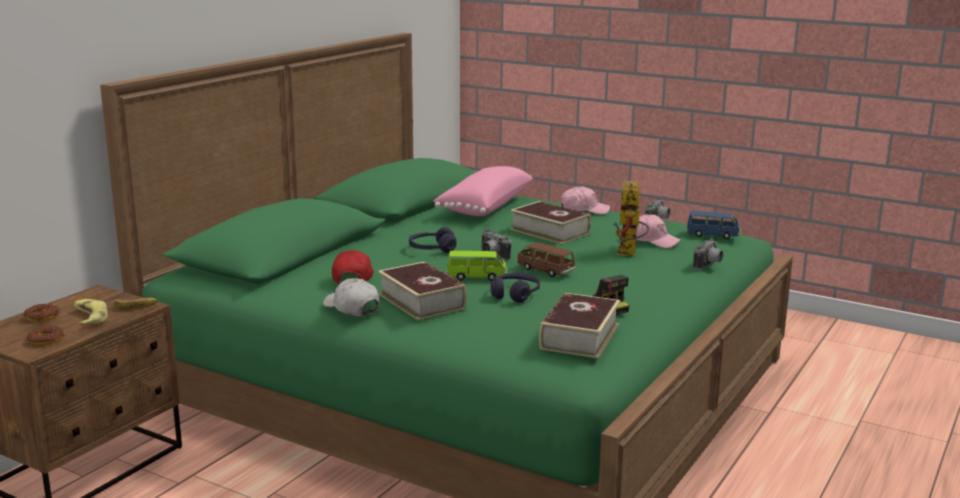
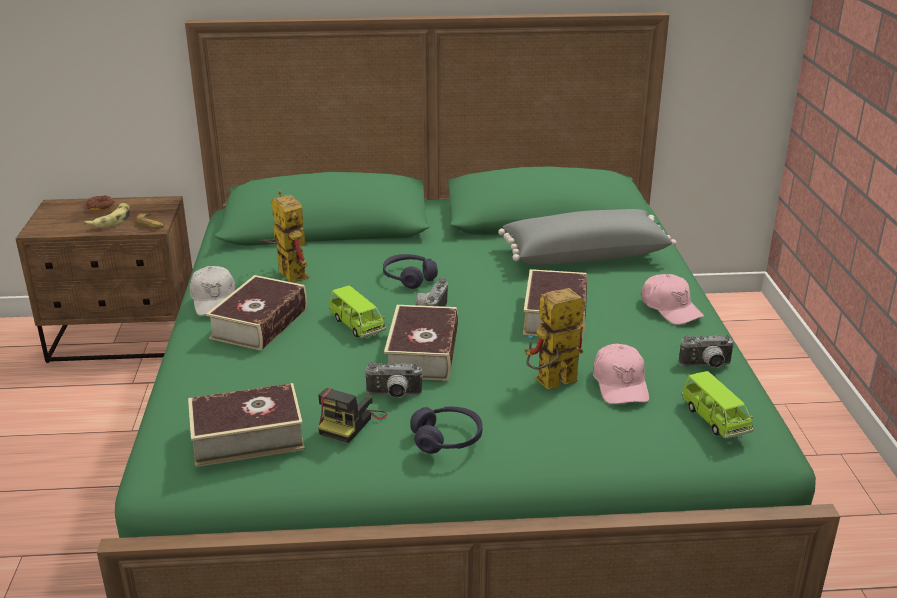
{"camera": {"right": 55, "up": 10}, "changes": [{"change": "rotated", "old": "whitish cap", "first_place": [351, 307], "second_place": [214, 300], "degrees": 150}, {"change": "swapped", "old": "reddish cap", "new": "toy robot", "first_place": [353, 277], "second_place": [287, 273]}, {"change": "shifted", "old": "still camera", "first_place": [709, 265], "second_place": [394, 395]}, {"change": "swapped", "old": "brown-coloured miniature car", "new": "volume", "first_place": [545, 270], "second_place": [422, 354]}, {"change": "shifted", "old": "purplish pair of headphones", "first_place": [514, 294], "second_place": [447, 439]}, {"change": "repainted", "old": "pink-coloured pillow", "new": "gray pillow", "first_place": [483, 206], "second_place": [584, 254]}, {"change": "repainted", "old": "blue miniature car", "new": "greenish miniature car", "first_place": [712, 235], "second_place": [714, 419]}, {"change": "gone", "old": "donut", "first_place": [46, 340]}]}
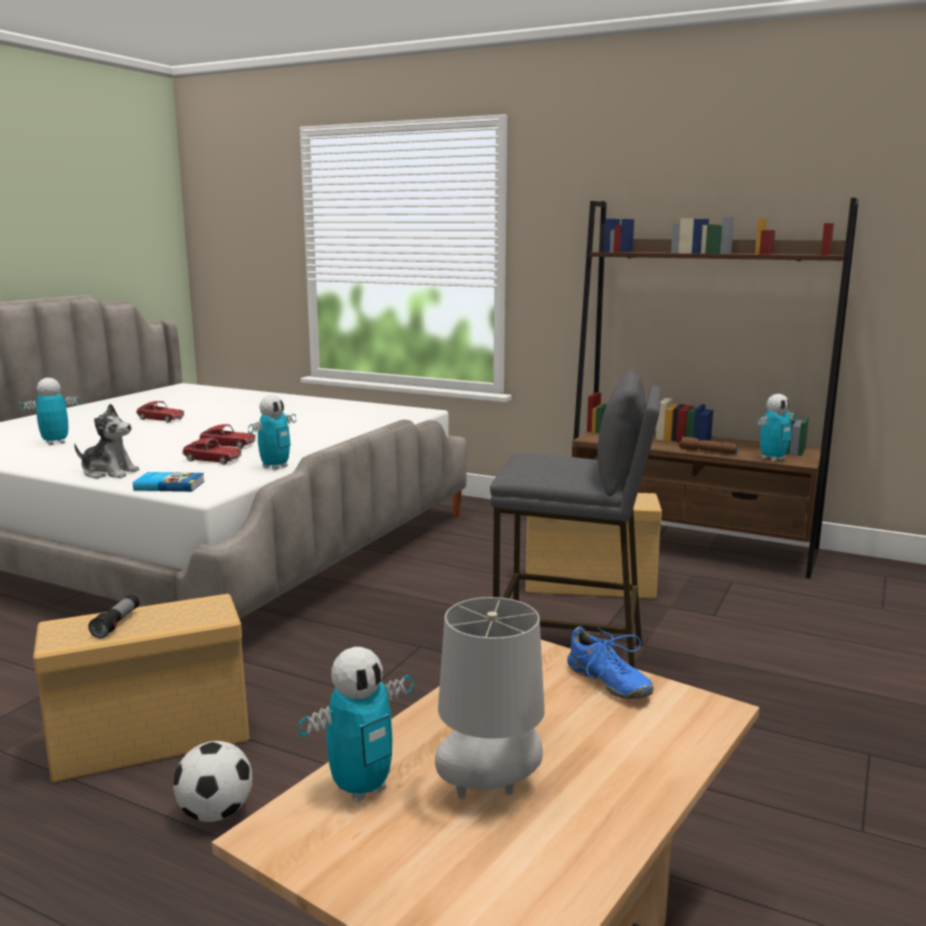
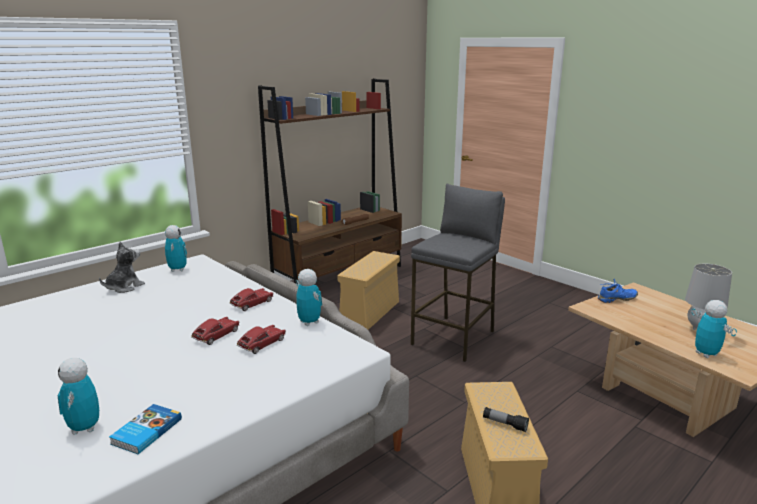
{"camera": {"right": -70, "up": 5}, "changes": [{"change": "shifted", "old": "soft toy", "first_place": [109, 473], "second_place": [124, 287]}, {"change": "shifted", "old": "volume", "first_place": [169, 485], "second_place": [145, 431]}, {"change": "shifted", "old": "toy robot", "first_place": [772, 459], "second_place": [178, 269]}, {"change": "shifted", "old": "miniature car", "first_place": [161, 419], "second_place": [252, 304]}, {"change": "gone", "old": "ball for football", "first_place": [216, 813]}]}
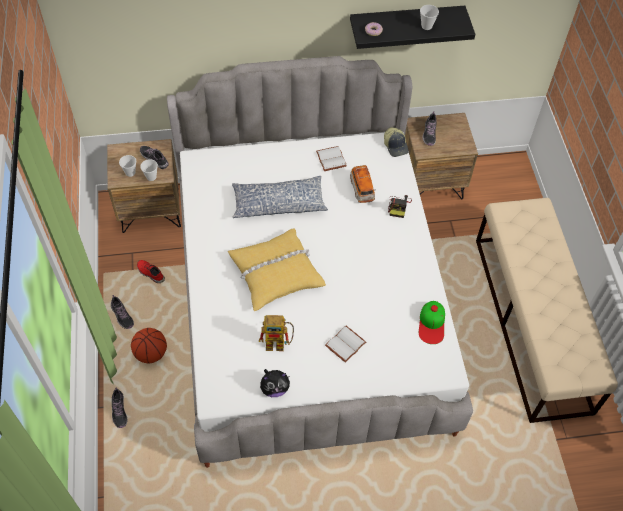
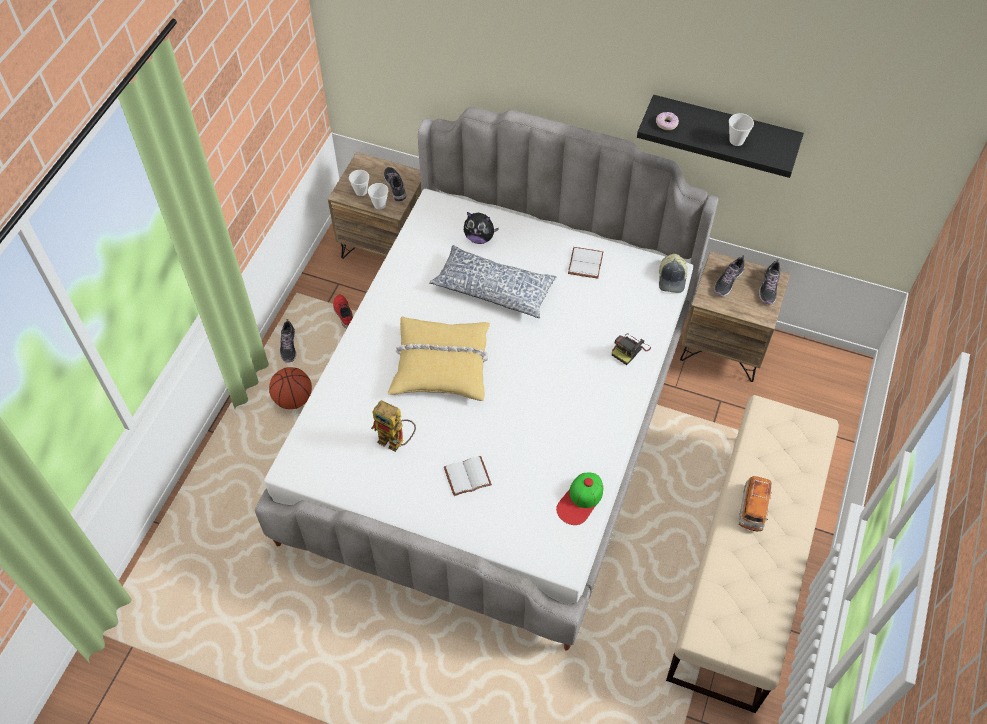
{"camera": {"right": 30, "up": 0}, "changes": [{"change": "shifted", "old": "soft toy", "first_place": [275, 388], "second_place": [479, 238]}, {"change": "shifted", "old": "miniature car", "first_place": [362, 189], "second_place": [753, 508]}, {"change": "shifted", "old": "shoe", "first_place": [119, 410], "second_place": [769, 287]}]}
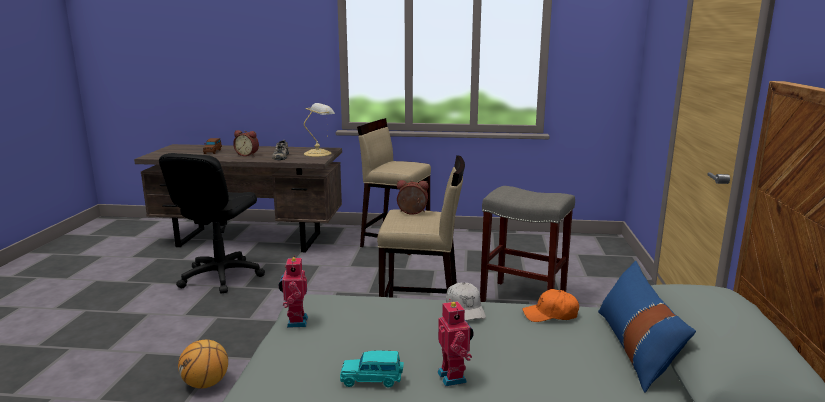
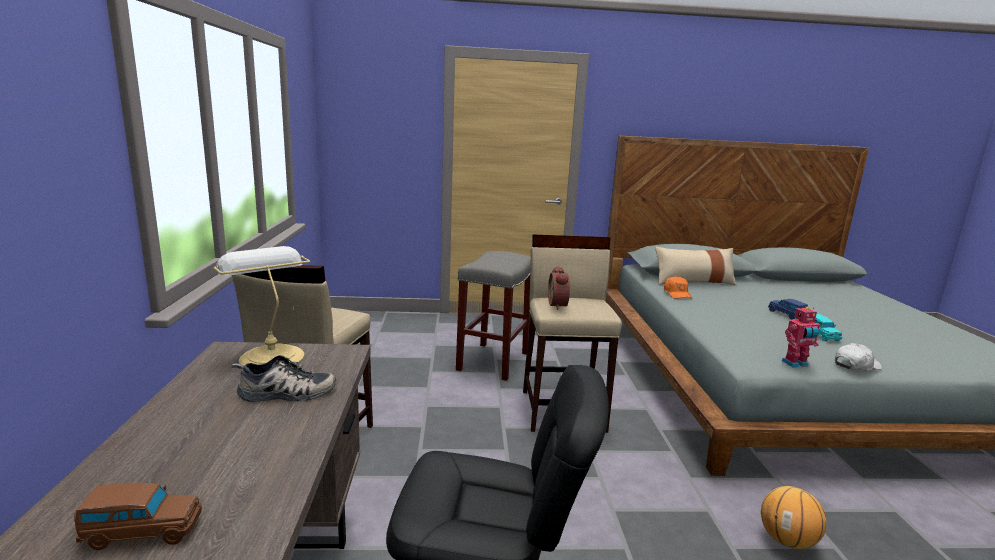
{"camera": {"right": -100, "up": 0}, "changes": [{"change": "repainted", "old": "blue pillow", "new": "beige pillow", "first_place": [636, 348], "second_place": [693, 282]}, {"change": "swapped", "old": "toy robot", "new": "blue miniature car", "first_place": [454, 377], "second_place": [786, 315]}, {"change": "shifted", "old": "whitish cap", "first_place": [465, 309], "second_place": [856, 365]}, {"change": "gone", "old": "alarm clock", "first_place": [247, 155]}]}
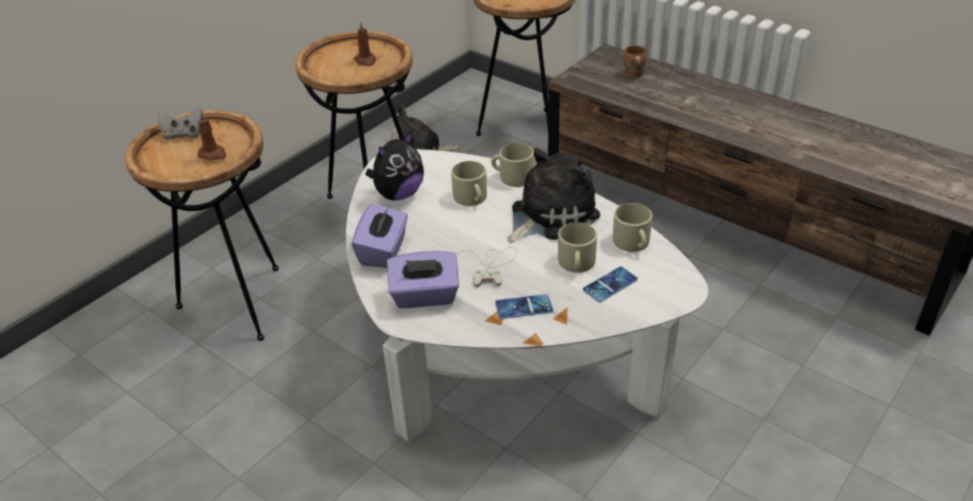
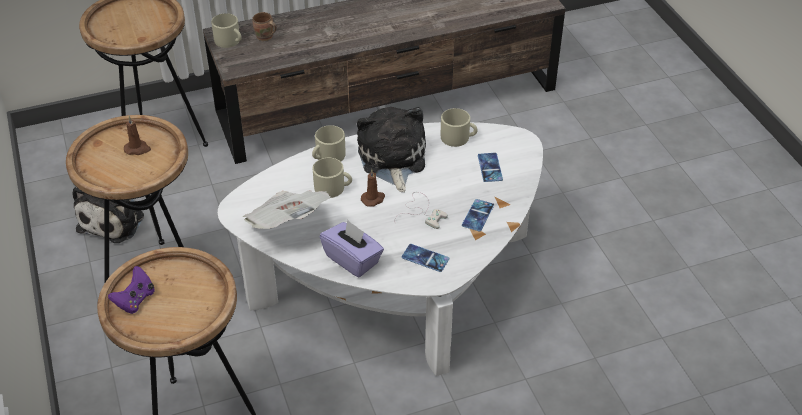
{"camera": {"right": -60, "up": 5}, "changes": [{"change": "repainted", "old": "gray joypad", "new": "purplish joypad", "first_place": [184, 134], "second_place": [135, 300]}, {"change": "shifted", "old": "beige mug", "first_place": [576, 263], "second_place": [229, 41]}, {"change": "swapped", "old": "soft toy", "new": "daily paper", "first_place": [398, 194], "second_place": [287, 224]}, {"change": "shifted", "old": "brown-coloured wax candle", "first_place": [213, 154], "second_place": [373, 199]}, {"change": "swapped", "old": "purplish tissue box", "new": "telephone", "first_place": [425, 296], "second_place": [425, 258]}]}
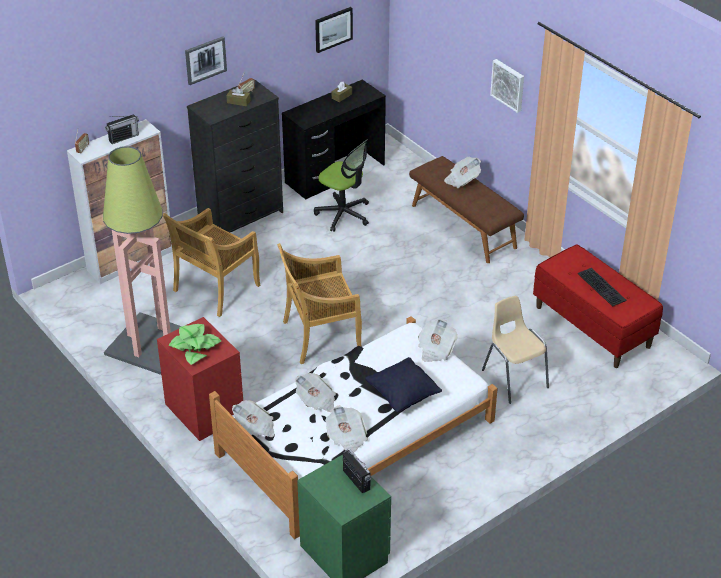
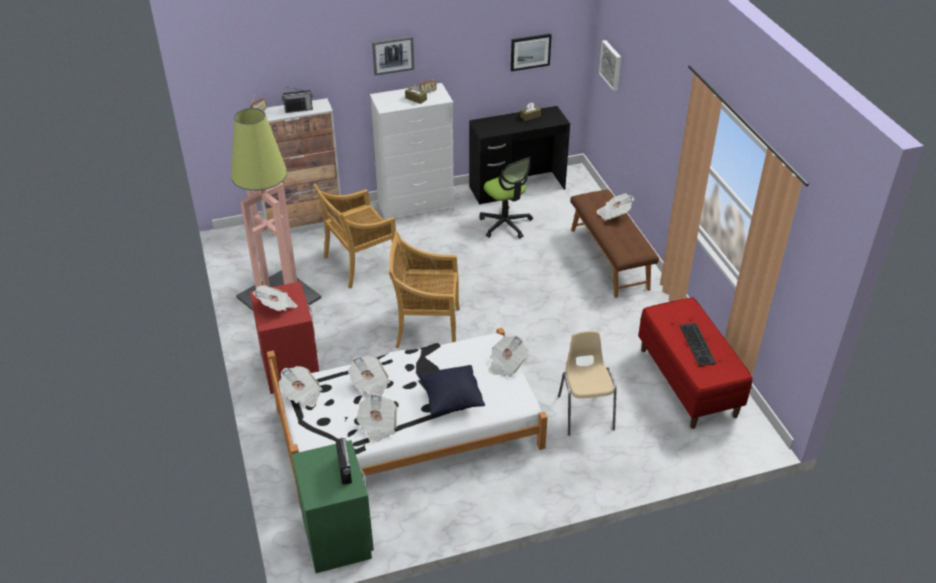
{"camera": {"right": 20, "up": 0}, "changes": [{"change": "swapped", "old": "potted plant", "new": "daily paper", "first_place": [195, 347], "second_place": [277, 306]}, {"change": "repainted", "old": "black-coloured chest of drawers", "new": "whitish chest of drawers", "first_place": [241, 216], "second_place": [416, 207]}, {"change": "shifted", "old": "picture", "first_place": [508, 85], "second_place": [611, 65]}]}
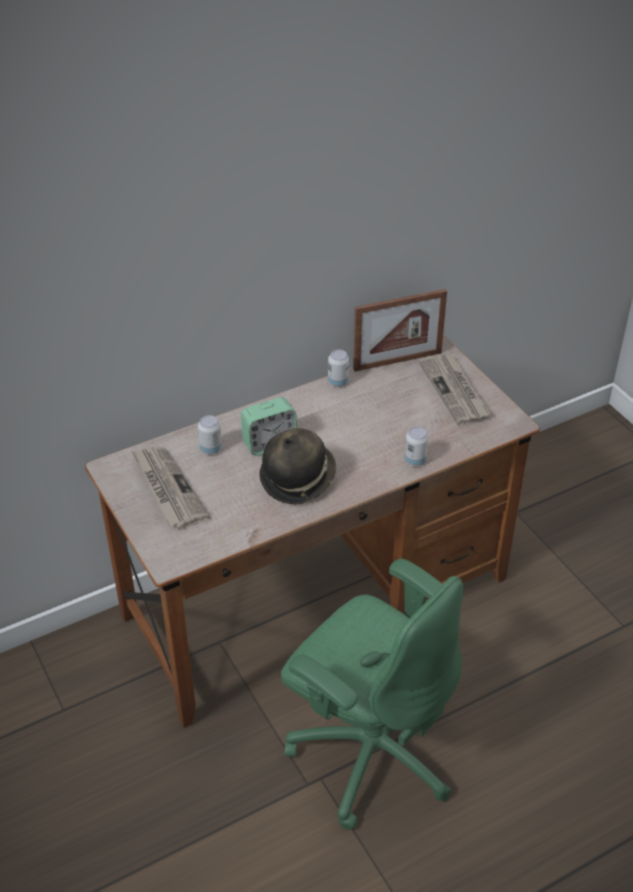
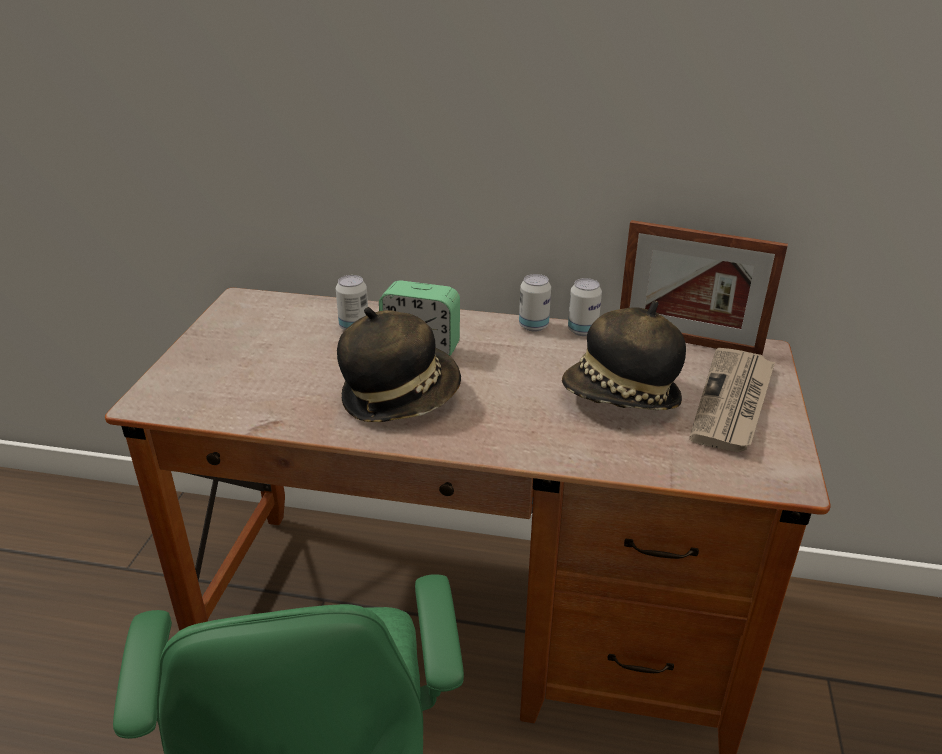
{"camera": {"right": 40, "up": -10}, "changes": [{"change": "shifted", "old": "sealed can", "first_place": [415, 460], "second_place": [533, 326]}, {"change": "new", "new": "clothing hat", "second_place": [621, 398]}, {"change": "gone", "old": "daily paper", "first_place": [167, 489]}]}
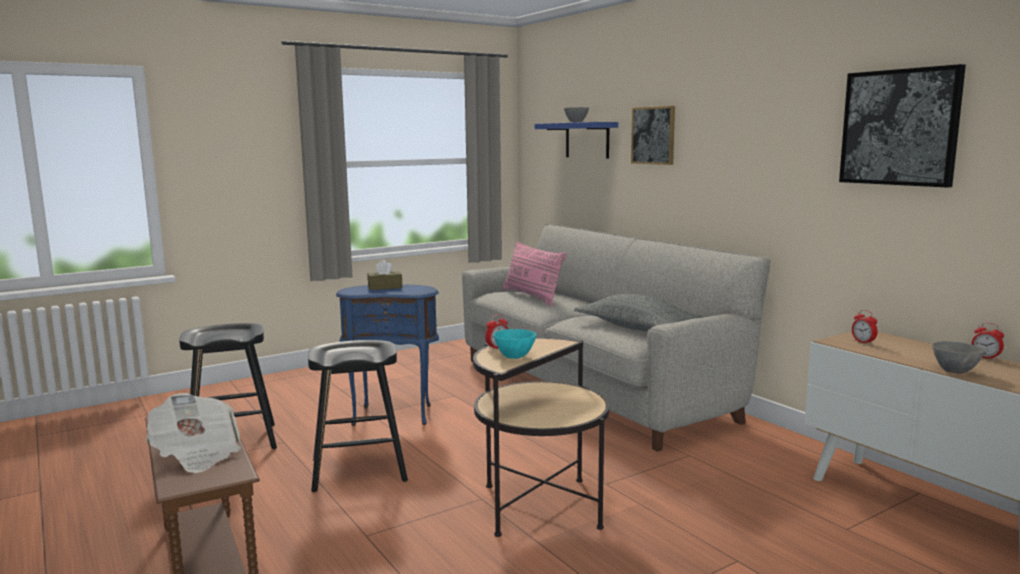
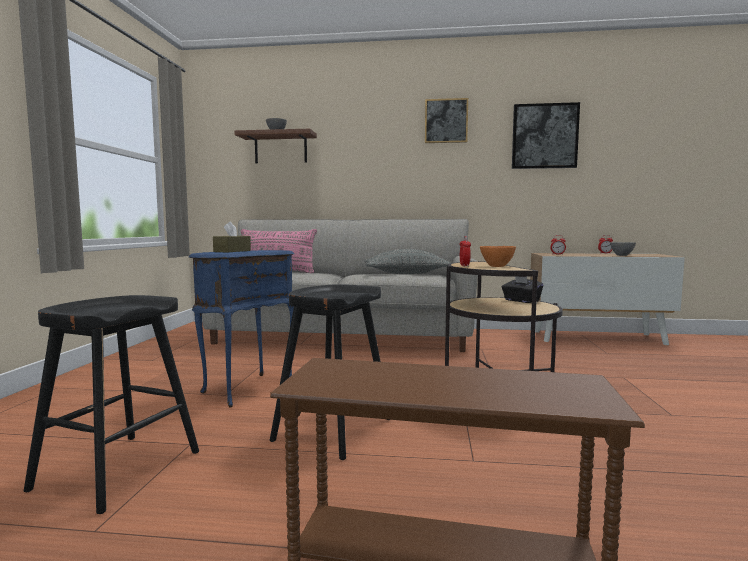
{"camera": {"right": -50, "up": -5}, "changes": [{"change": "repainted", "old": "blue wall shelf", "new": "brown-coloured wall shelf", "first_place": [587, 140], "second_place": [280, 148]}, {"change": "shifted", "old": "picture", "first_place": [653, 135], "second_place": [446, 121]}, {"change": "repainted", "old": "turquoise-coloured serving bowl", "new": "orange-coloured serving bowl", "first_place": [515, 356], "second_place": [497, 266]}, {"change": "new", "new": "black-coloured tissue box", "second_place": [521, 301]}, {"change": "gone", "old": "daily paper", "first_place": [196, 454]}]}
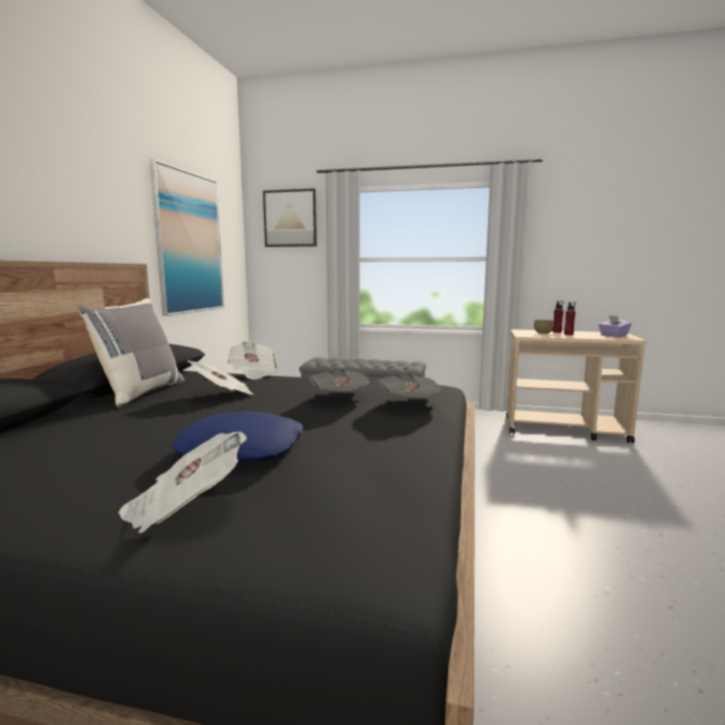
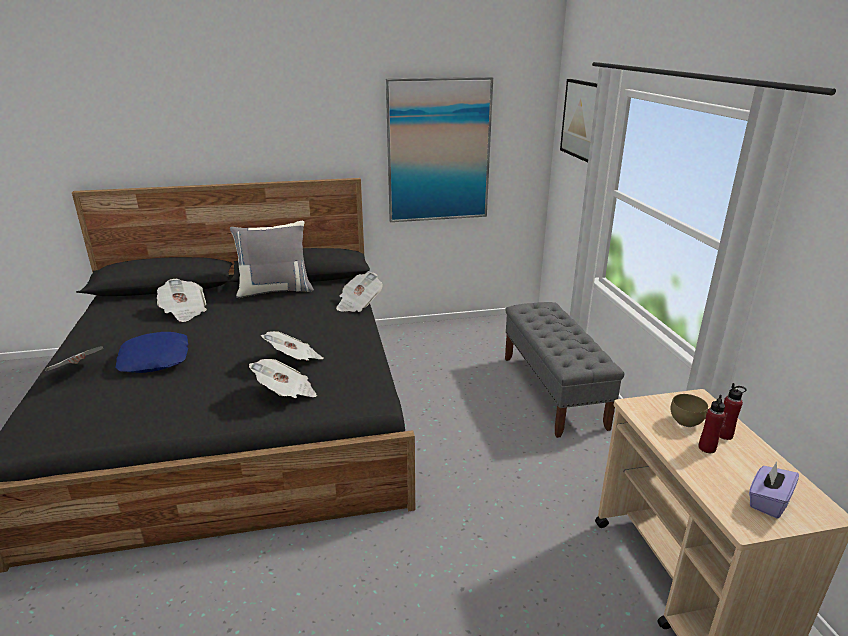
{"camera": {"right": 65, "up": 15}, "changes": [{"change": "shifted", "old": "daily paper", "first_place": [223, 394], "second_place": [184, 312]}]}
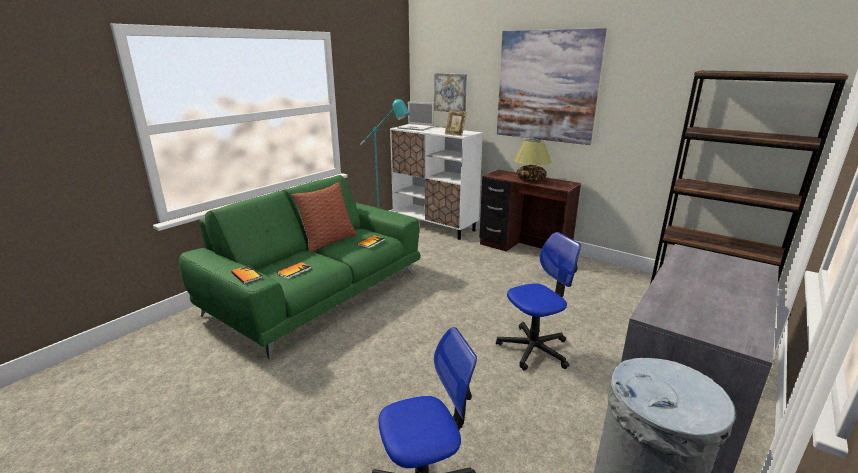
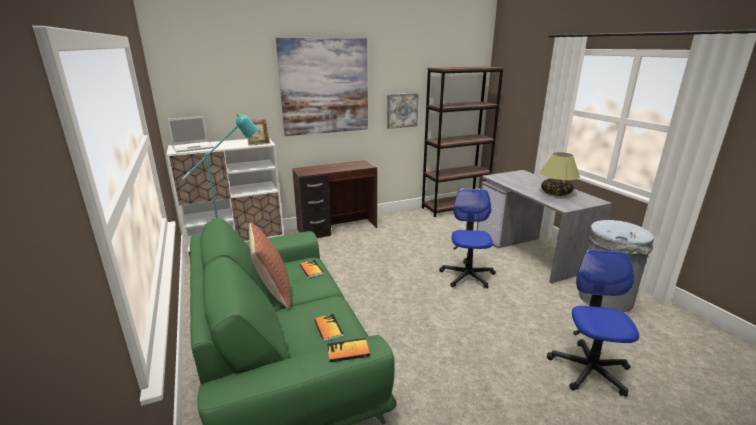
{"camera": {"right": -60, "up": 0}, "changes": [{"change": "shifted", "old": "picture", "first_place": [450, 92], "second_place": [402, 110]}, {"change": "shifted", "old": "tabletop lamp", "first_place": [530, 180], "second_place": [555, 193]}]}
